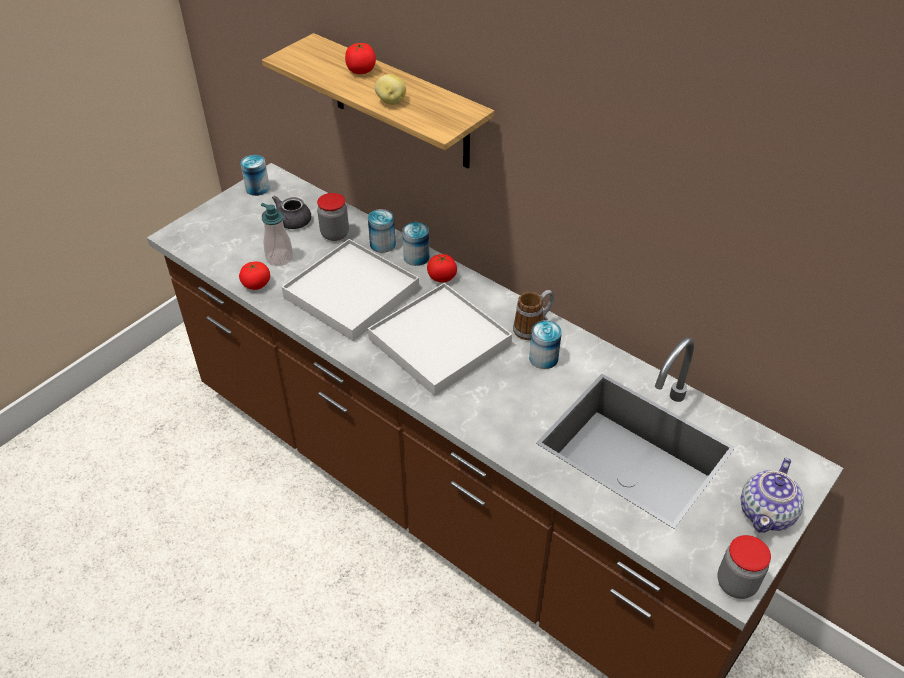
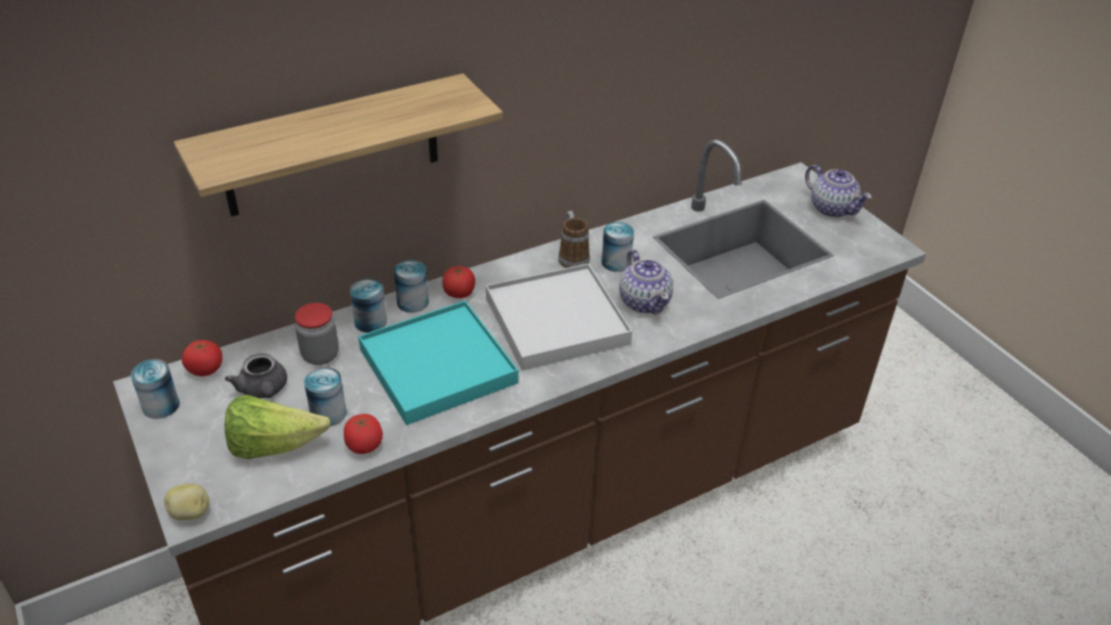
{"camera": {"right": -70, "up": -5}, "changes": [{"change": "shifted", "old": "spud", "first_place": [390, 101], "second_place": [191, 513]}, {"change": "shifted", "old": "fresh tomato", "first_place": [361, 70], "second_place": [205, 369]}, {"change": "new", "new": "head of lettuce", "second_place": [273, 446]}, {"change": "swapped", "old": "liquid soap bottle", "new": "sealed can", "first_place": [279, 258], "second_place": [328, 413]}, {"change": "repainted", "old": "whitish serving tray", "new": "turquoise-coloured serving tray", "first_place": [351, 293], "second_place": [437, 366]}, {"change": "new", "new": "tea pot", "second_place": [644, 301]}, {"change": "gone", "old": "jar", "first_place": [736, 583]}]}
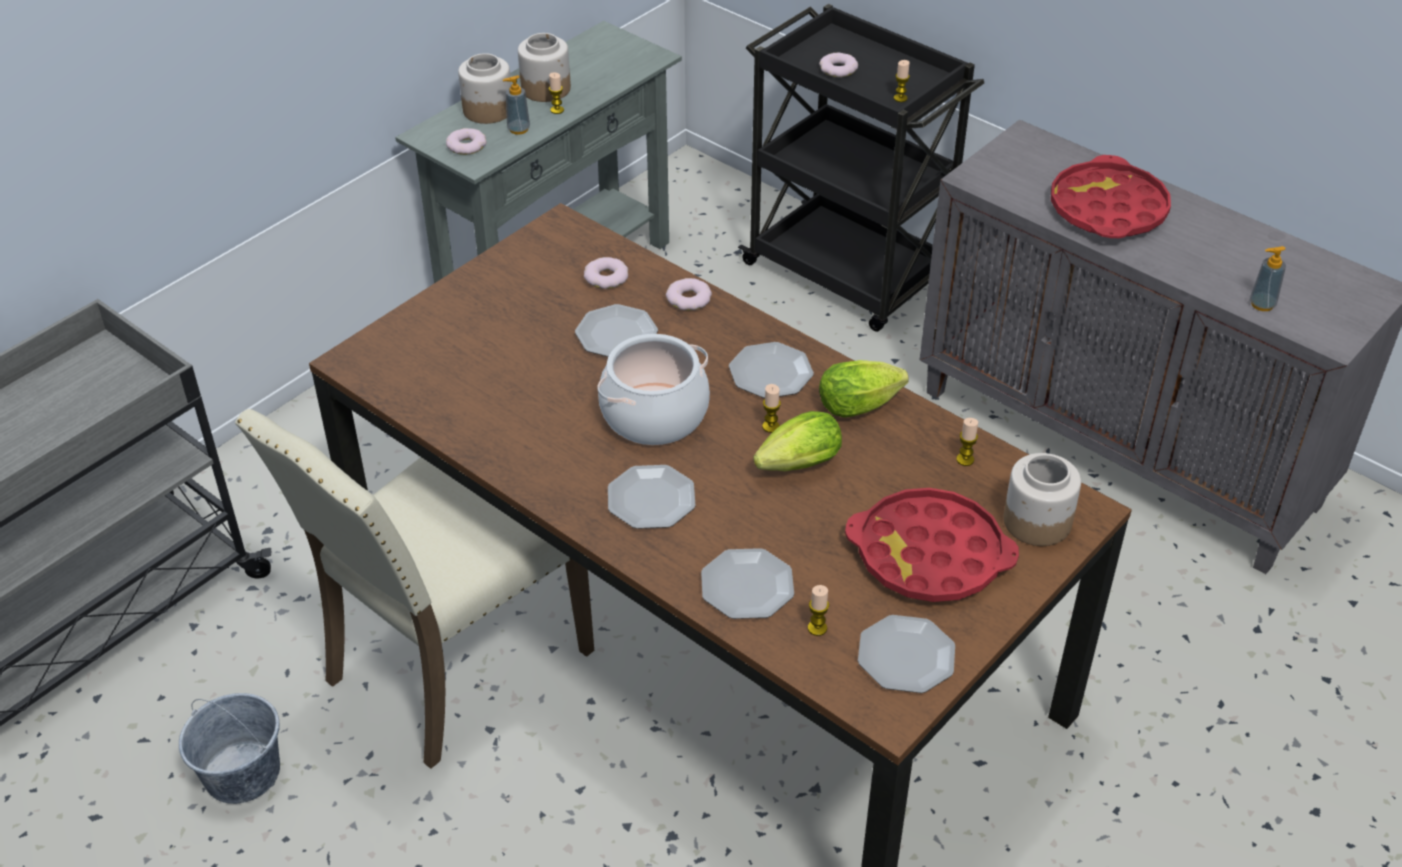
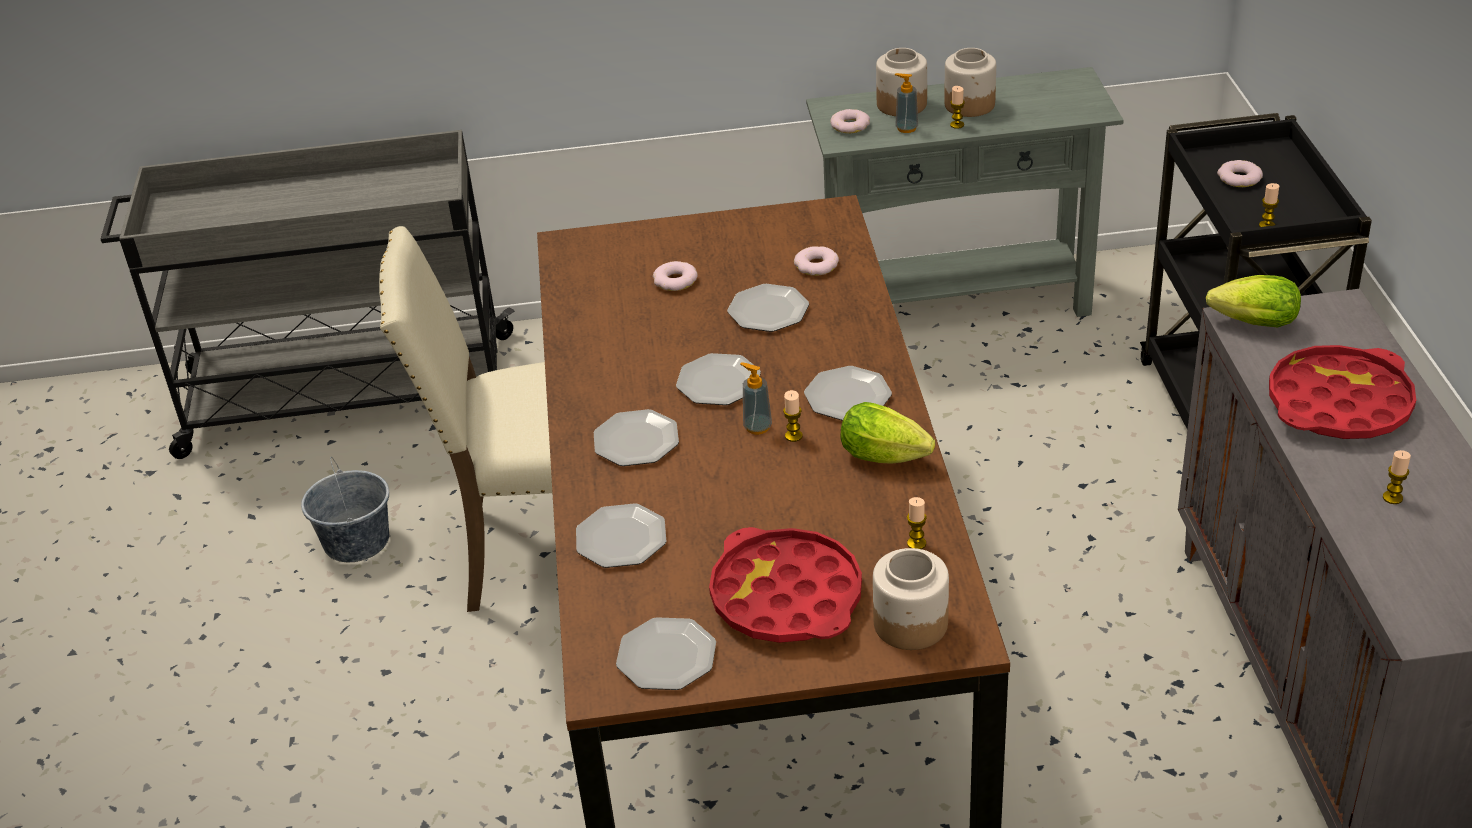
{"camera": {"right": 45, "up": -5}, "changes": [{"change": "shifted", "old": "donut", "first_place": [689, 299], "second_place": [675, 281]}, {"change": "swapped", "old": "cooking pot", "new": "flat dish", "first_place": [654, 414], "second_place": [719, 382]}, {"change": "shifted", "old": "liquid soap bottle", "first_place": [1262, 304], "second_place": [757, 427]}, {"change": "shifted", "old": "head of lettuce", "first_place": [795, 466], "second_place": [1249, 323]}, {"change": "shifted", "old": "wax candle", "first_place": [817, 628], "second_place": [1392, 498]}]}
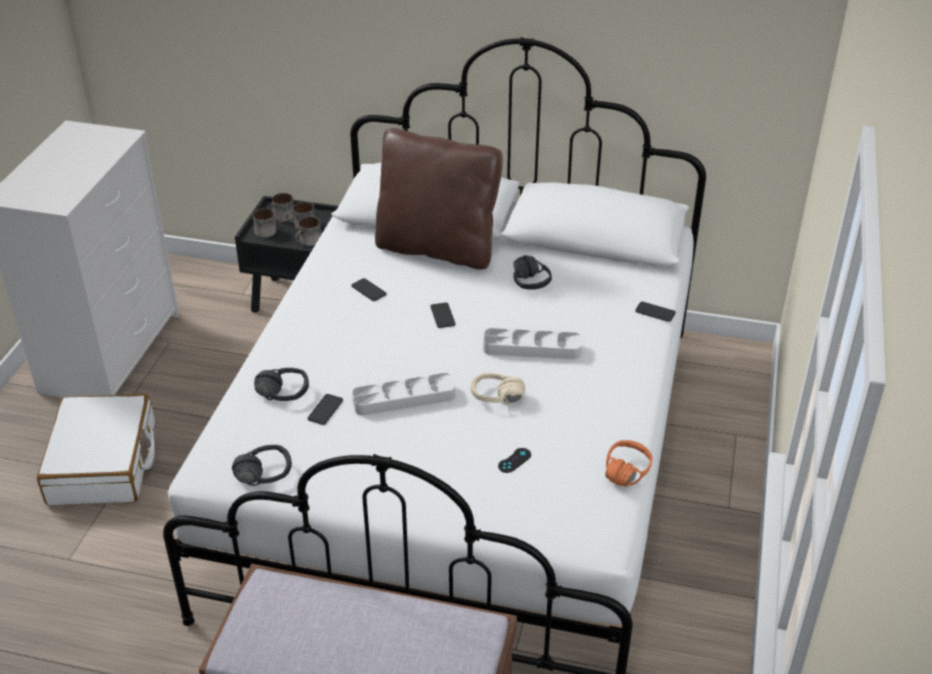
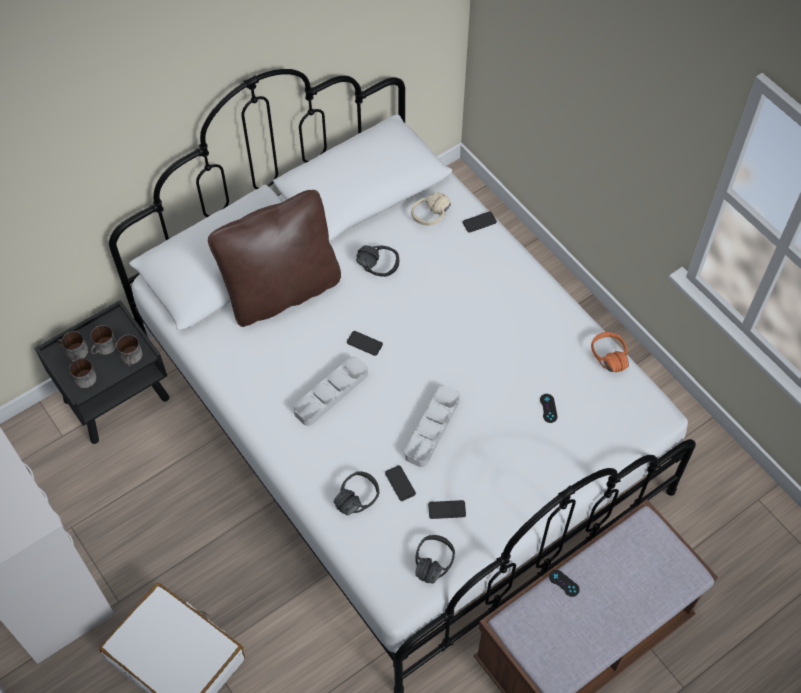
{"camera": {"right": -50, "up": 20}, "changes": [{"change": "shifted", "old": "gray serving tray", "first_place": [532, 348], "second_place": [331, 393]}, {"change": "shifted", "old": "beige pair of headphones", "first_place": [496, 402], "second_place": [435, 218]}, {"change": "shifted", "old": "telephone", "first_place": [368, 290], "second_place": [447, 509]}, {"change": "new", "new": "black-coloured joypad", "second_place": [564, 583]}]}
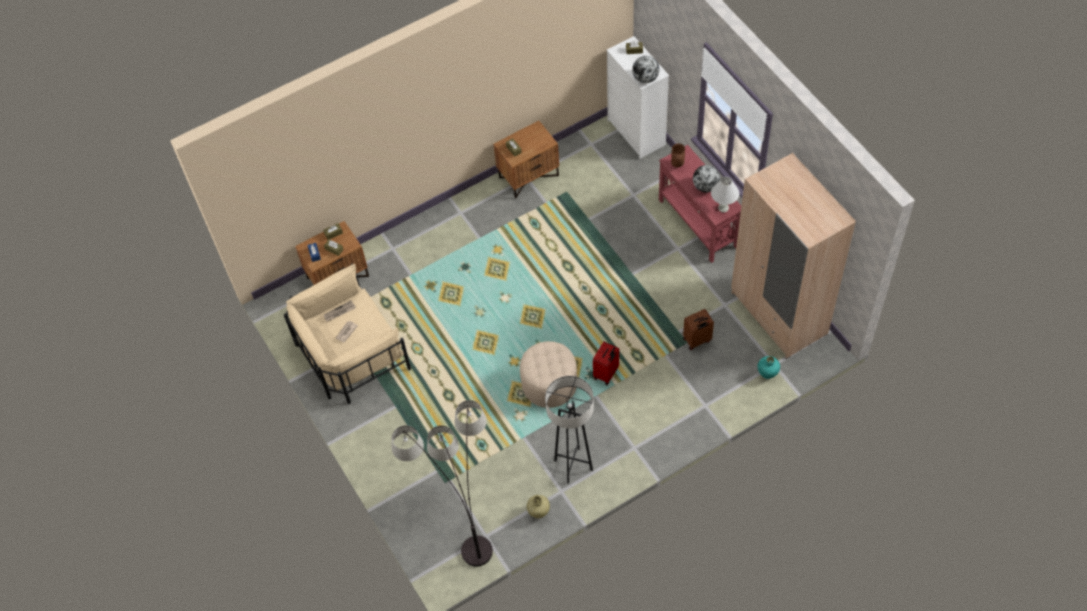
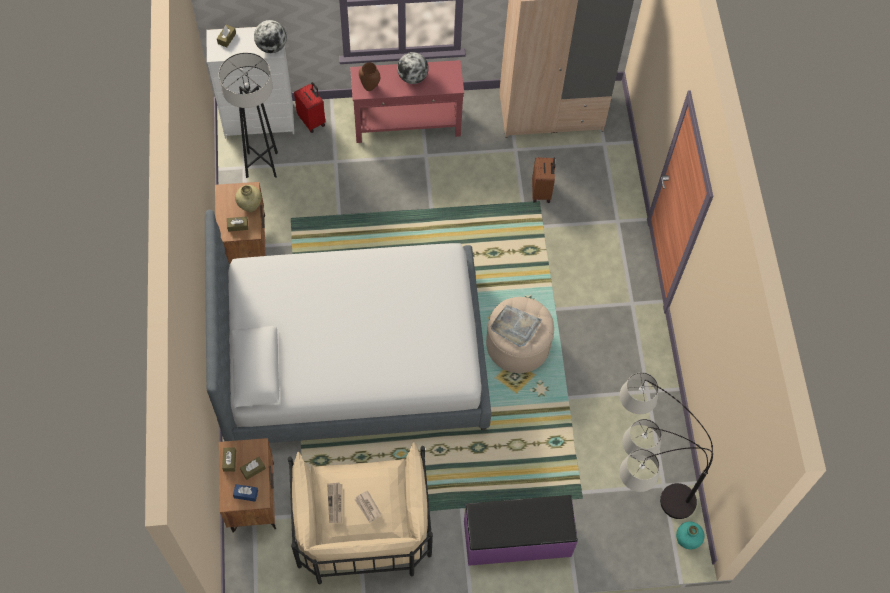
{"camera": {"right": -70, "up": 5}, "changes": [{"change": "new", "new": "bedroom bed", "second_place": [353, 357]}, {"change": "shifted", "old": "black-coloured standing lamp", "first_place": [573, 465], "second_place": [262, 165]}, {"change": "shifted", "old": "beige decorative vase", "first_place": [539, 512], "second_place": [250, 206]}, {"change": "shifted", "old": "reddish suitcase", "first_place": [606, 373], "second_place": [312, 120]}, {"change": "new", "new": "purplish bench", "second_place": [517, 539]}, {"change": "new", "new": "gray serving tray", "second_place": [515, 326]}, {"change": "shifted", "old": "turquoise-coloured decorative vase", "first_place": [767, 373], "second_place": [687, 540]}, {"change": "gone", "old": "whitish tabletop lamp", "first_place": [723, 208]}]}
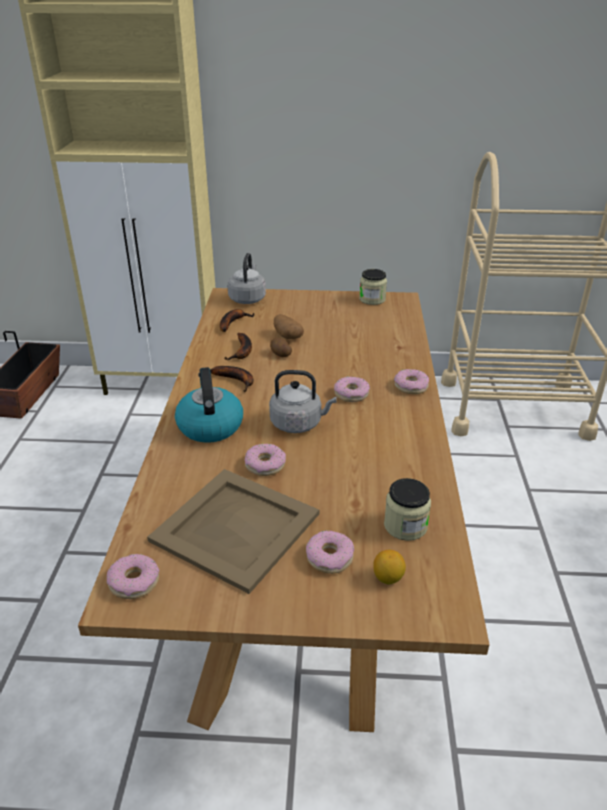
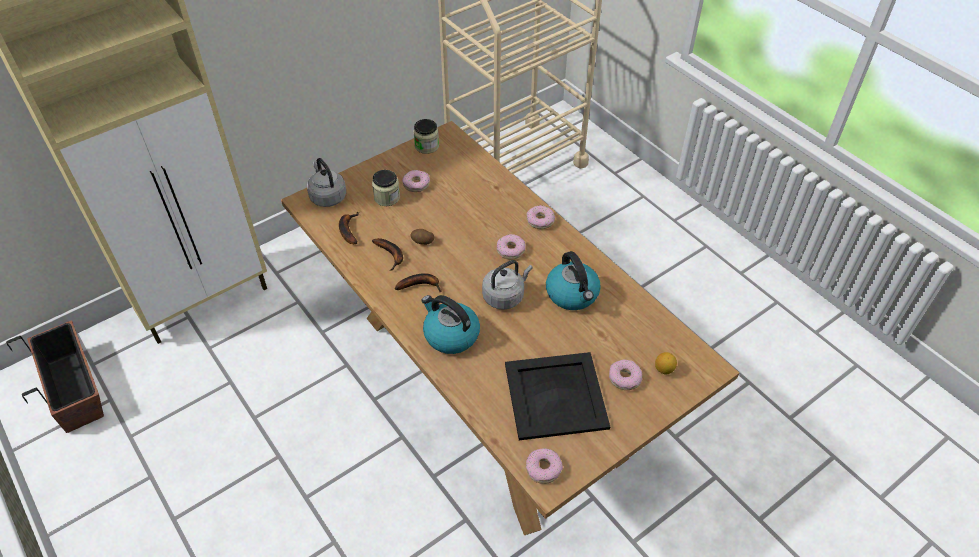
{"camera": {"right": -40, "up": 15}, "changes": [{"change": "shifted", "old": "jar", "first_place": [405, 526], "second_place": [387, 197]}, {"change": "shifted", "old": "donut", "first_place": [265, 465], "second_place": [416, 184]}, {"change": "repainted", "old": "beige serving tray", "new": "black-coloured serving tray", "first_place": [237, 527], "second_place": [556, 395]}, {"change": "new", "new": "tea kettle", "second_place": [573, 294]}, {"change": "gone", "old": "spud", "first_place": [287, 336]}]}
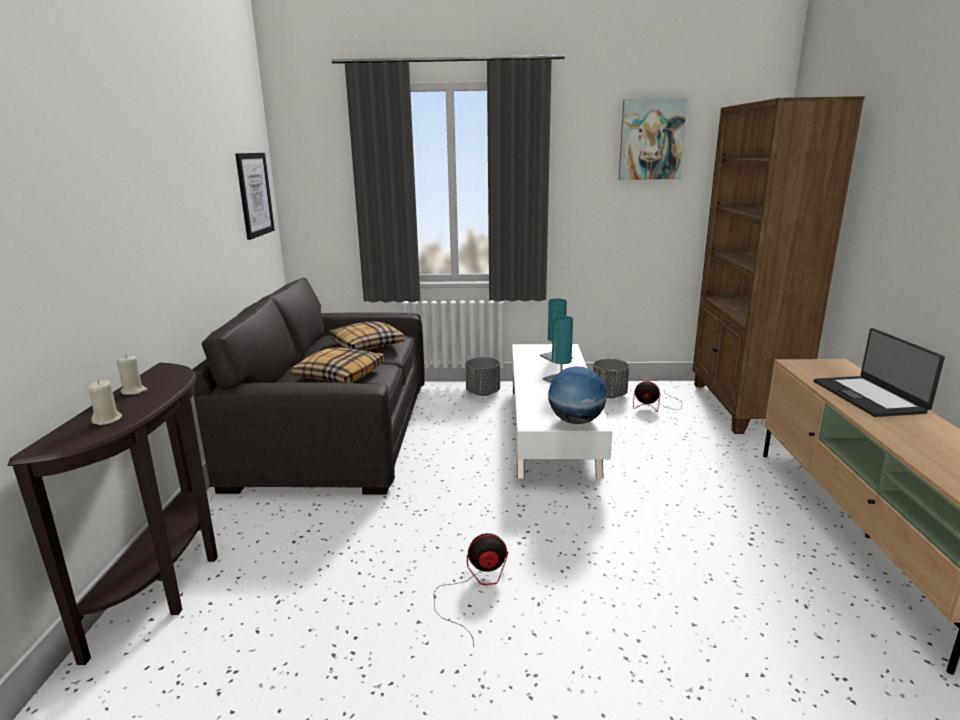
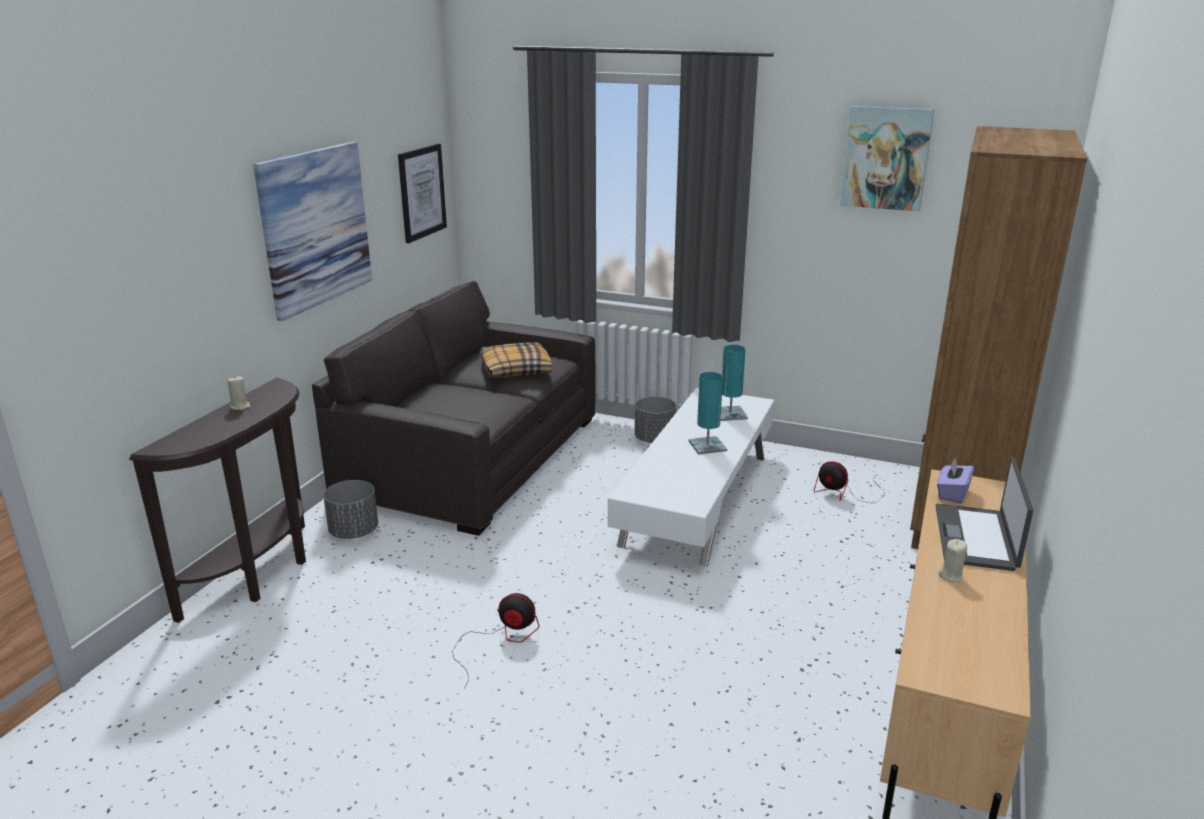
{"camera": {"right": 20, "up": 5}, "changes": [{"change": "new", "new": "picture", "second_place": [315, 227]}, {"change": "shifted", "old": "gray flower pot", "first_place": [609, 395], "second_place": [354, 532]}, {"change": "new", "new": "purplish tissue box", "second_place": [952, 493]}, {"change": "shifted", "old": "beige wax candle", "first_place": [107, 420], "second_place": [951, 575]}, {"change": "gone", "old": "pillow", "first_place": [339, 375]}, {"change": "gone", "old": "globe", "first_place": [575, 421]}]}
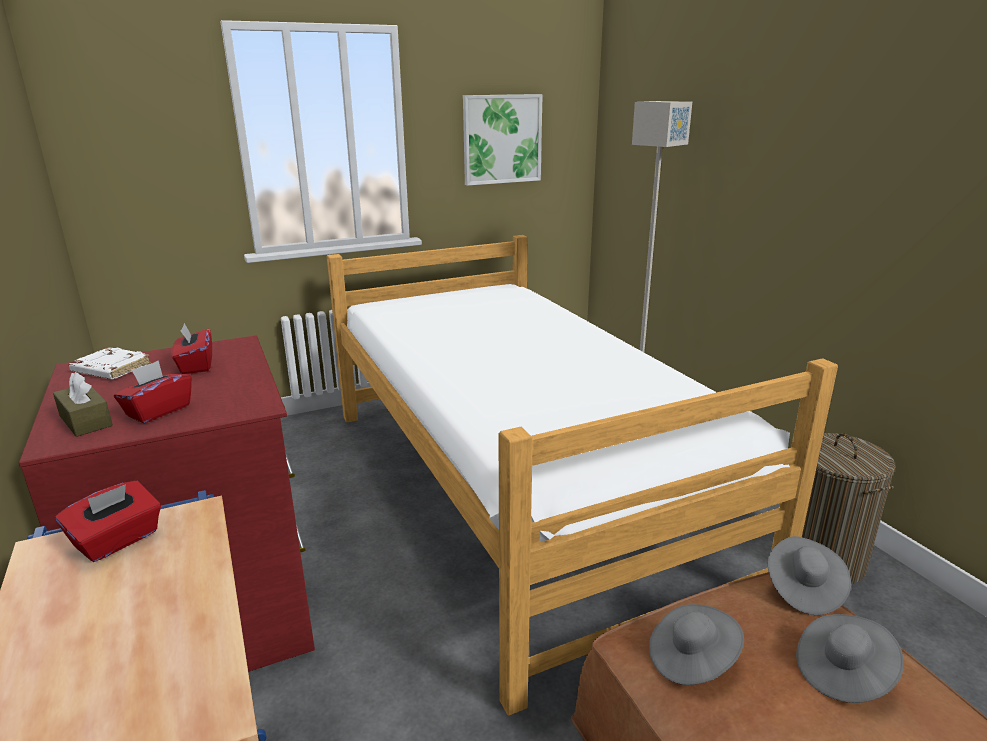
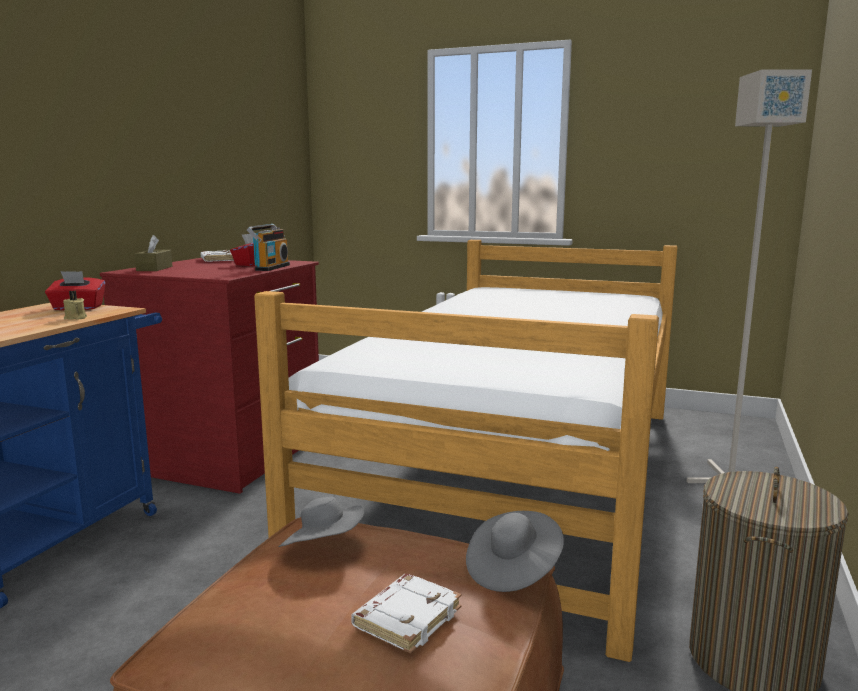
{"camera": {"right": 45, "up": -10}, "changes": [{"change": "new", "new": "beige wax candle", "second_place": [75, 318]}, {"change": "new", "new": "radio", "second_place": [270, 267]}, {"change": "swapped", "old": "gray clothing hat", "new": "whitish volume", "first_place": [843, 673], "second_place": [407, 617]}, {"change": "gone", "old": "reddish tissue box", "first_place": [158, 411]}, {"change": "gone", "old": "picture", "first_place": [502, 139]}]}
